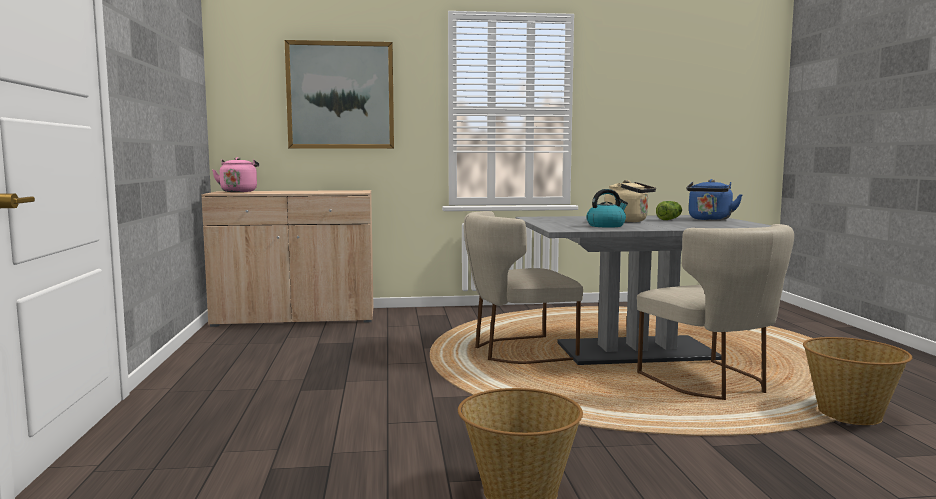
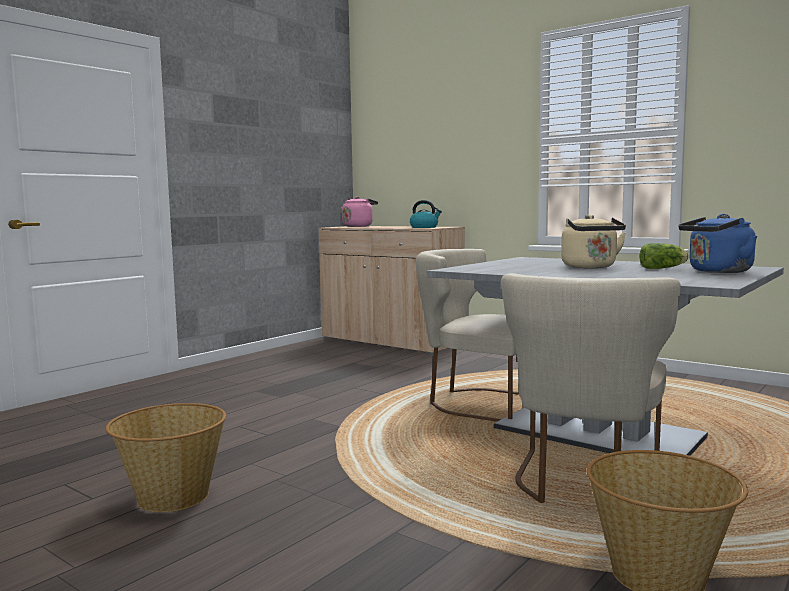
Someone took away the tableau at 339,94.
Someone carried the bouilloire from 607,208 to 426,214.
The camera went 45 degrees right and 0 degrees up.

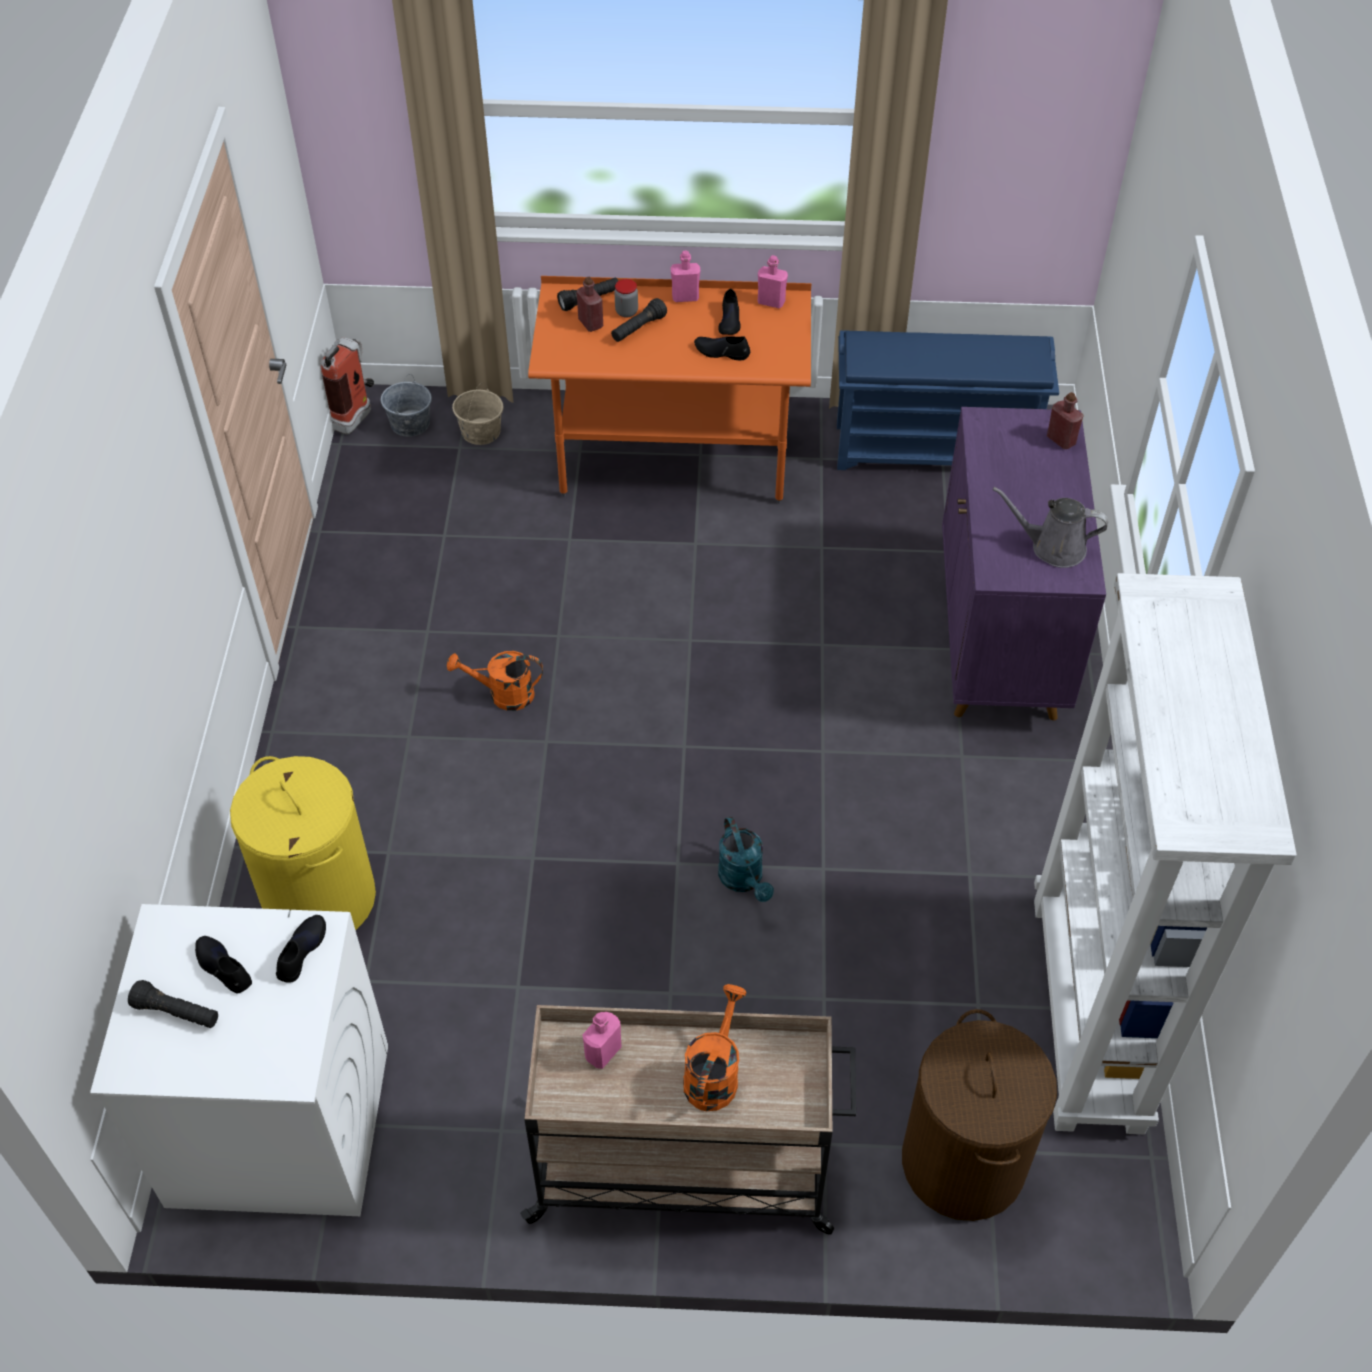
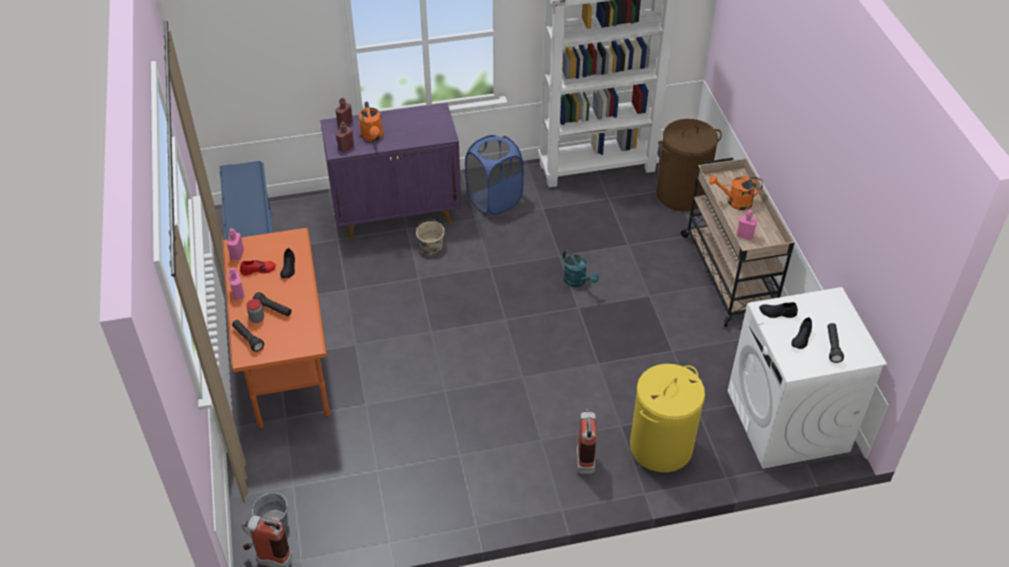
Someone took away the arrosoir (gris) at 1050,527.
Someone put down the panier à linge (bleu) at 494,175.
Someone put down the extincteur at 587,441.
Someone carried the arrosoir (orange) from 495,681 to 371,121.
Someone carried the seau (beige) from 477,413 to 430,236.
Someone carried the bouteille (rouge) from 589,304 to 345,137.
Someone repainted the chaussure (noir) at 729,312, which became the chaussure (rouge) at 258,267.
Someone rotated the arrosoir (turquoise) at 746,859 by 90 degrees clockwise.
The camera went 105 degrees left and 5 degrees down.

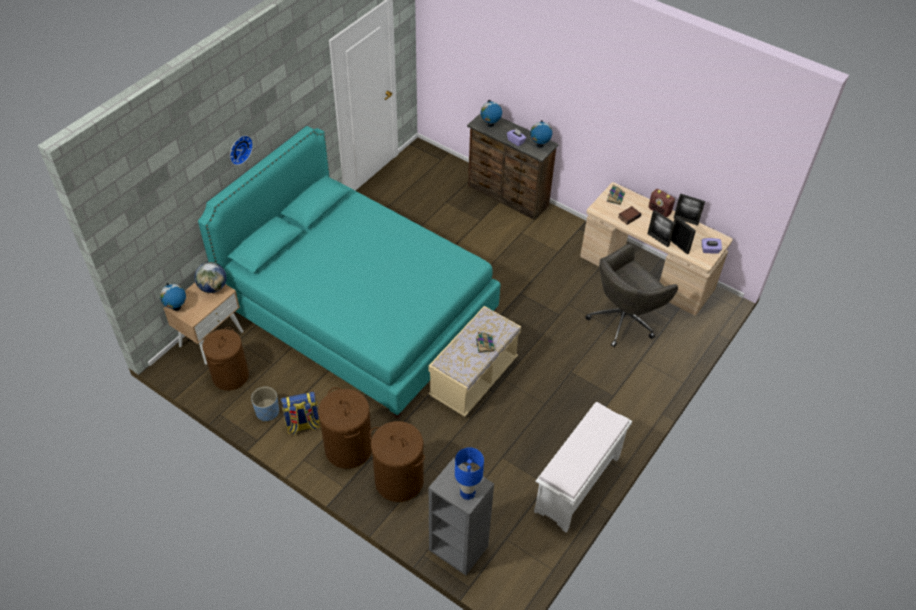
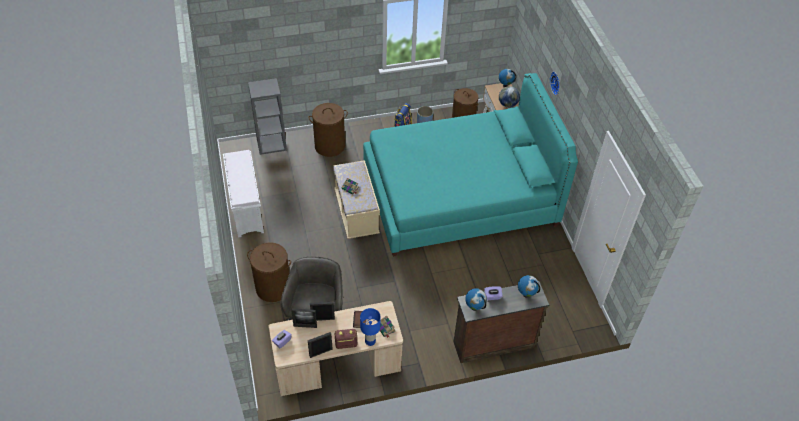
Someone carried the panier à linge (marron) from 345,428 to 269,272.
Someone carried the lampe de table (bleu) from 469,473 to 370,327.
The camera went 130 degrees right and 0 degrees up.

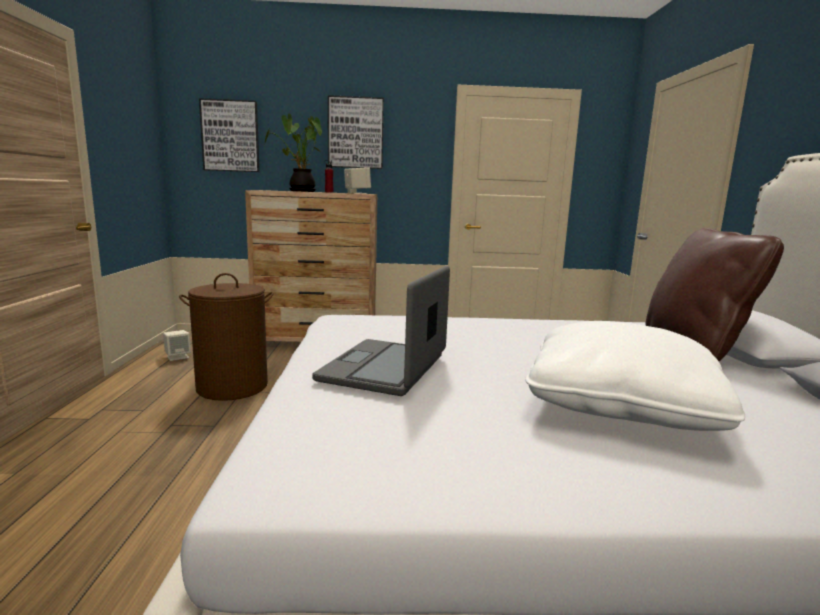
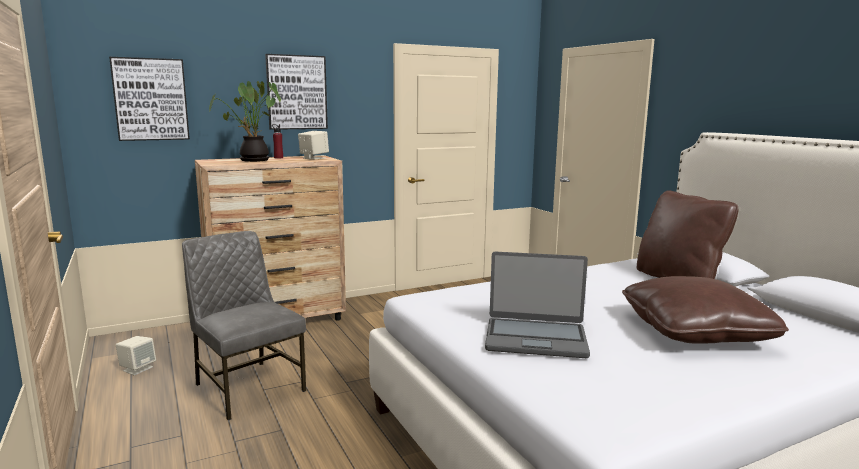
Someone swapped the panier à linge (marron) at 226,337 for the chaise (gris) at 244,325.
Someone repainted the coussin (blanc) at 635,376, which became the coussin (marron) at 705,310.
Someone rotated the ordinateur portable at 381,331 by 75 degrees counterclockwise.
The camera went 25 degrees left and 0 degrees up.

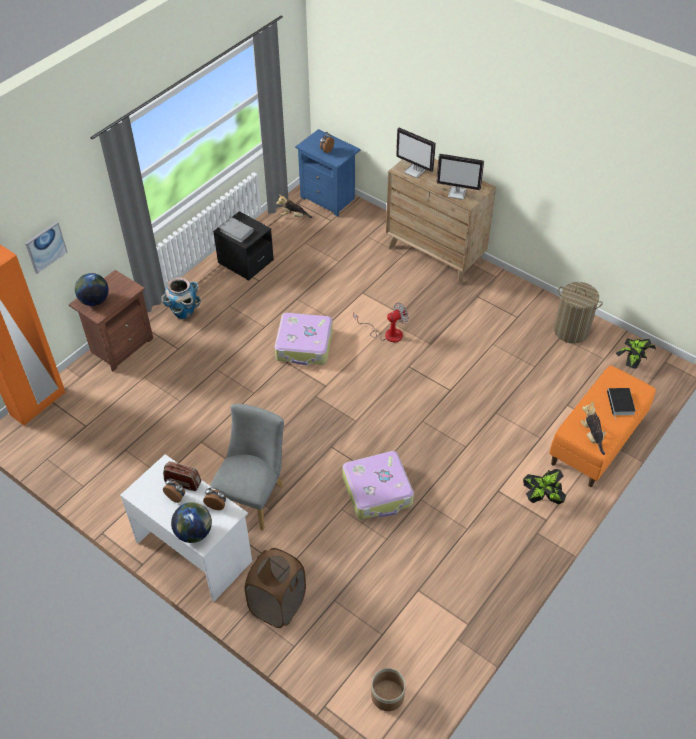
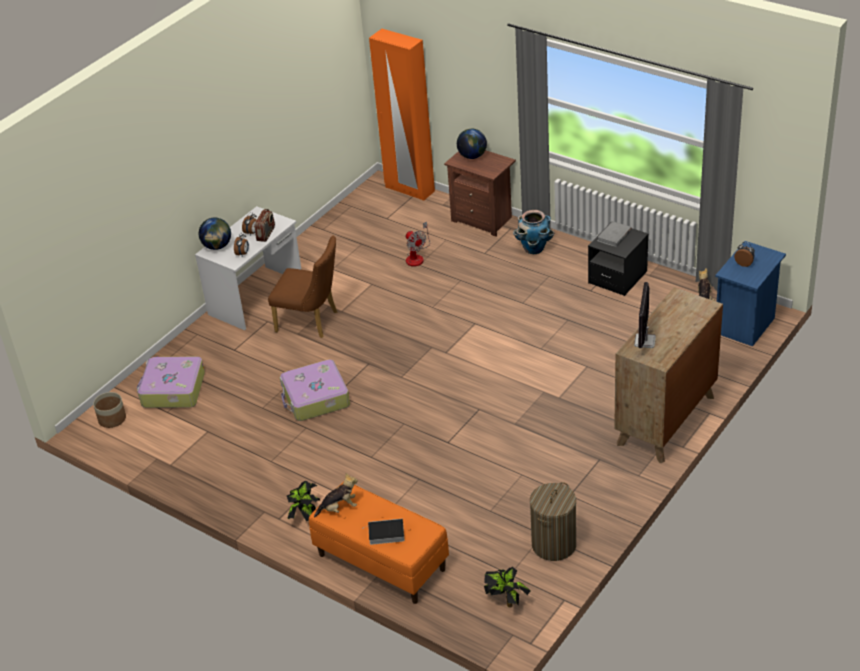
Someone took away the tableau at 46,247.
Someone took away the panier à linge (marron) at 275,588.
Someone took away the écran d'ordinateur at 416,153.
Someone carried the valise from 304,339 to 171,382.
Someone carried the ventilateur from 381,322 to 418,244.
Someone repainted the chaise (gris) at 247,467, which became the chaise (marron) at 302,287.
The camera went 90 degrees right and 10 degrees down.

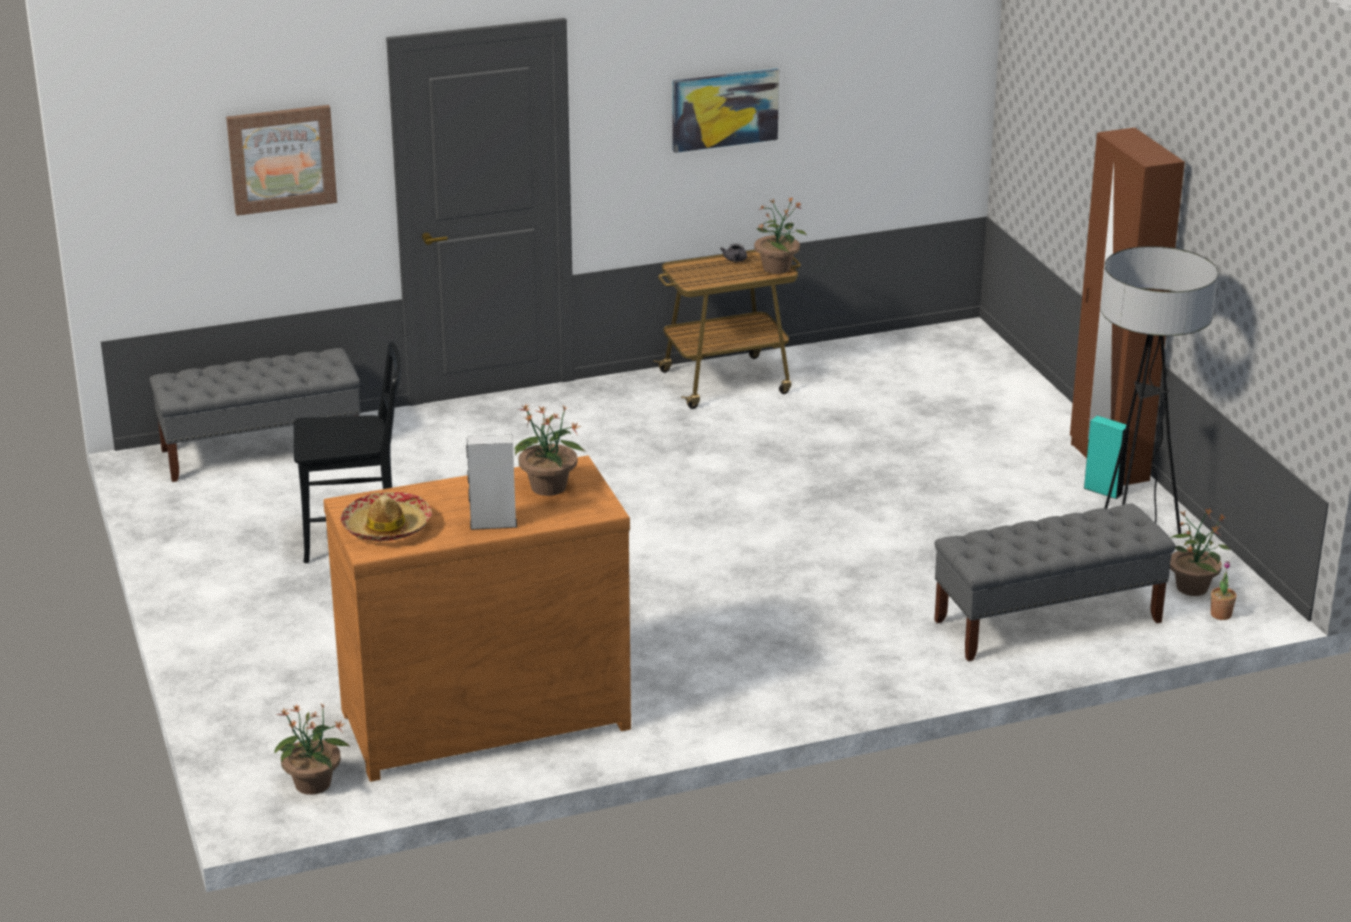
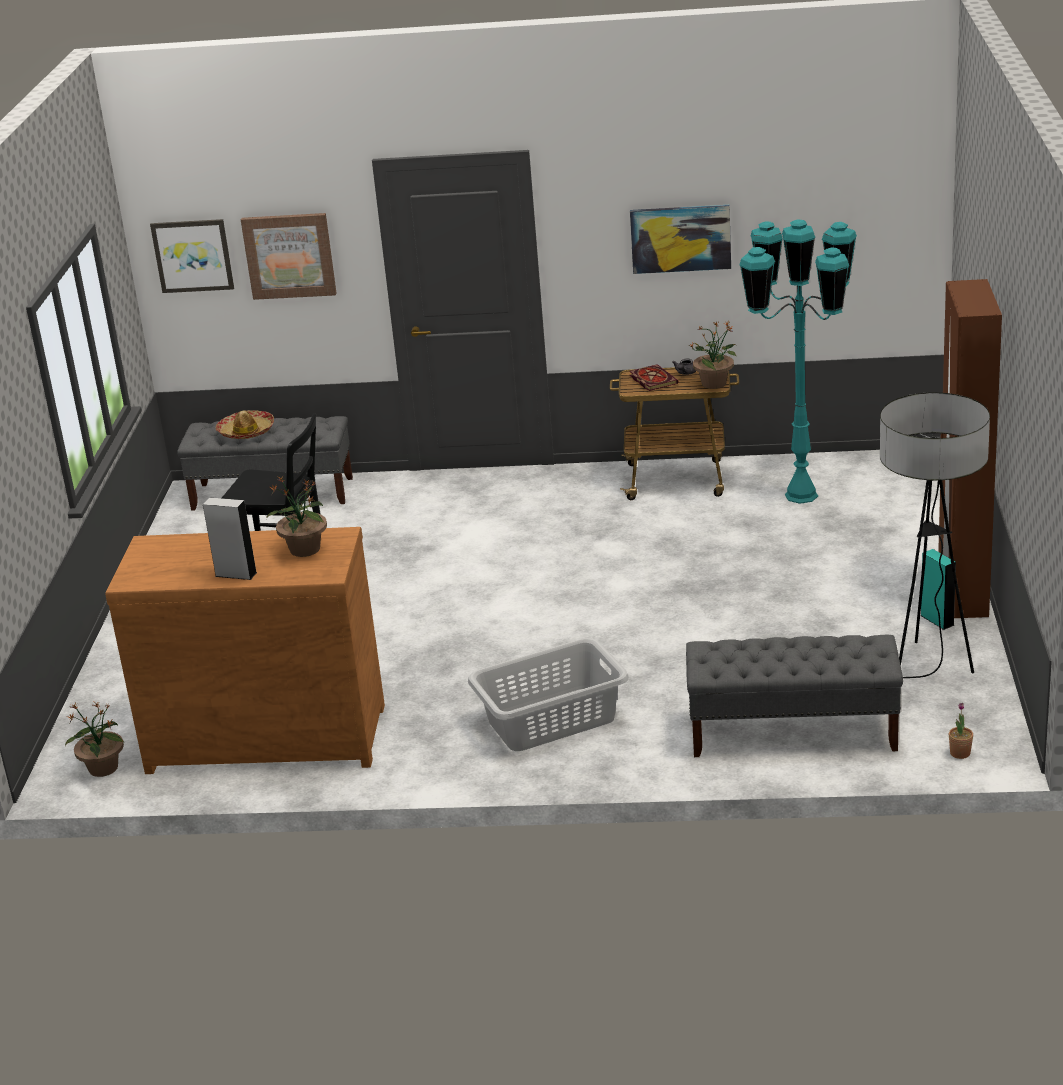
Someone took away the plante en pot at 1200,552.
Someone put up the tableau at 192,256.
Someone put down the panier à linge (gris) at 548,694.
Someone put down the livre at 653,377.
Someone put down the lampadaire (turquoise) at 798,361.
Someone carried the chapeau from 386,516 to 245,424.
The camera went 25 degrees right and 0 degrees up.

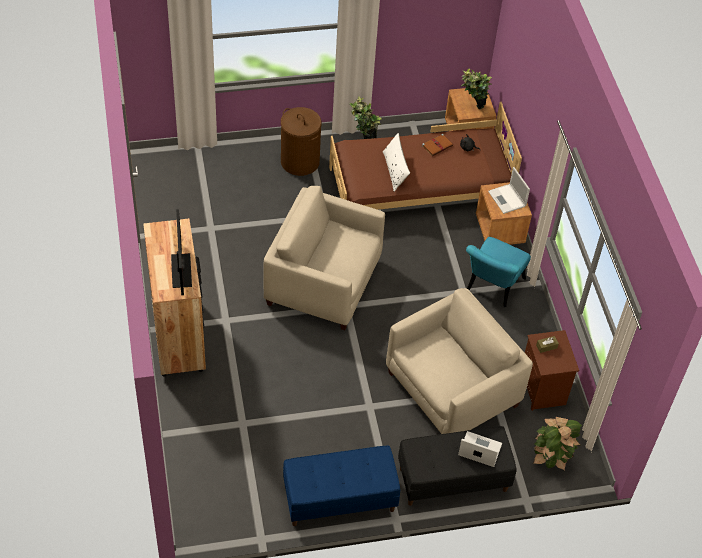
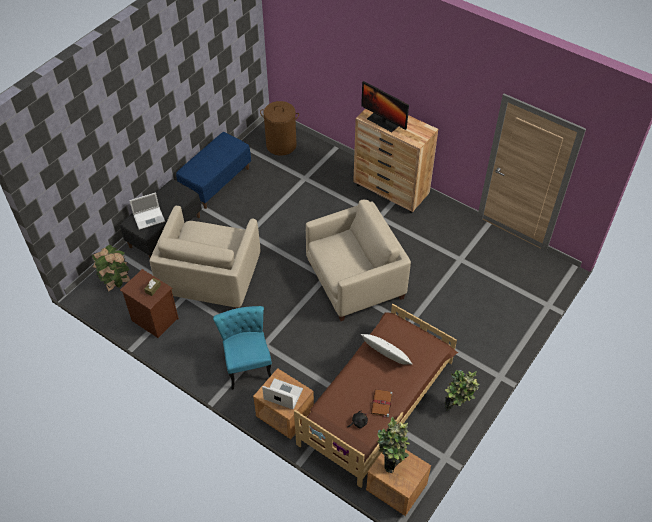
Someone carried the panier à linge (marron) from 301,141 to 279,128.
The camera went 140 degrees right and 0 degrees up.

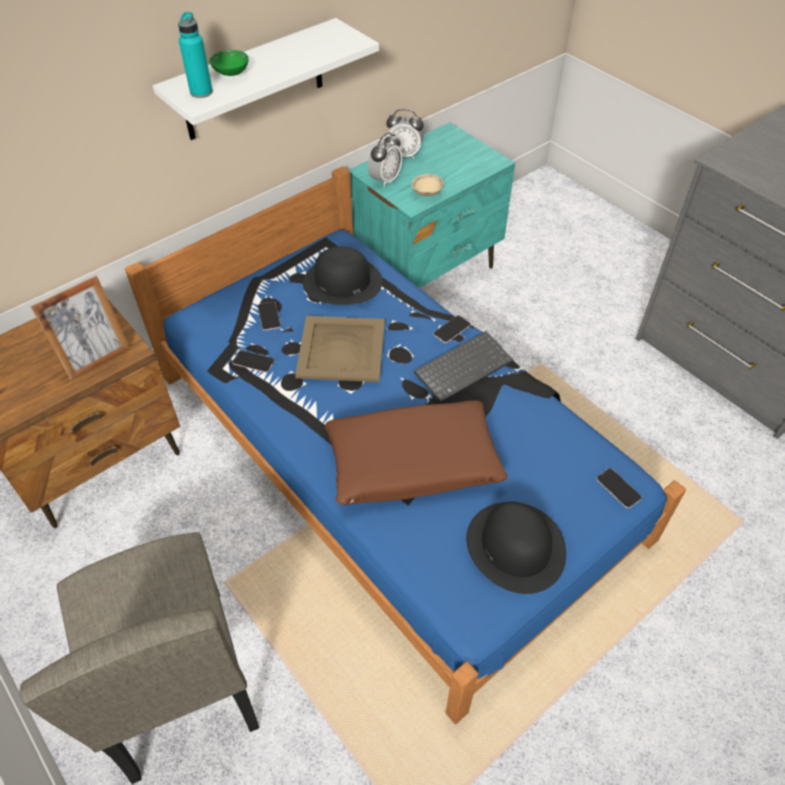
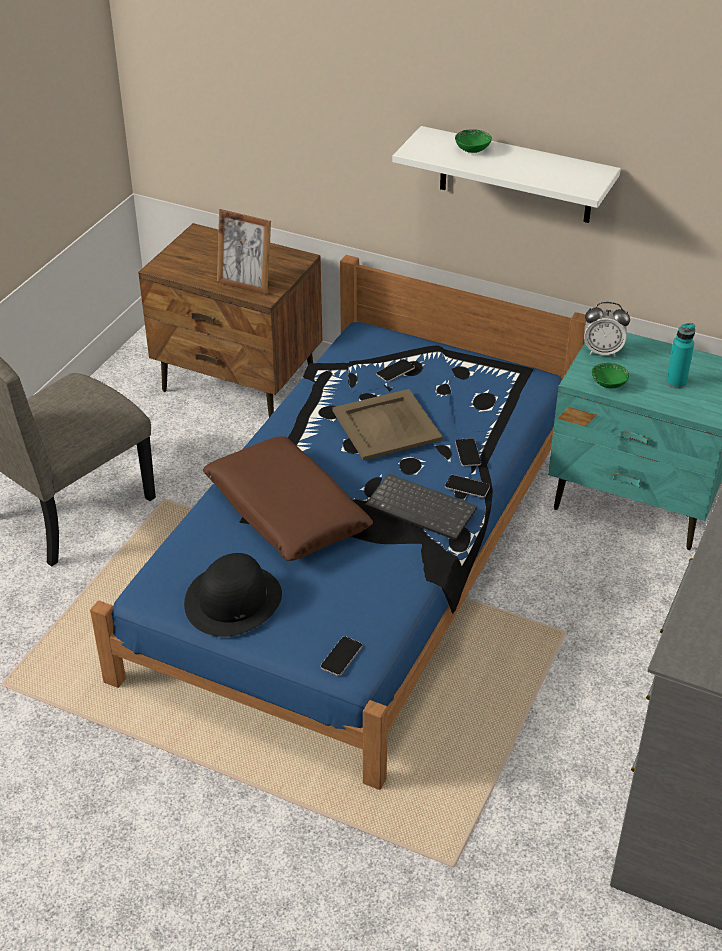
Someone took away the chapeau (noir) at 342,275.
Someone took away the réveil at 405,134.
Someone carried the bouteille (turquoise) from 195,55 to 680,356.
Someone carried the téléphone from 253,361 to 468,452.
Someone repainted the bol (beige) at 428,185, which became the bol (vert) at 610,376.
The camera went 65 degrees right and 10 degrees down.

